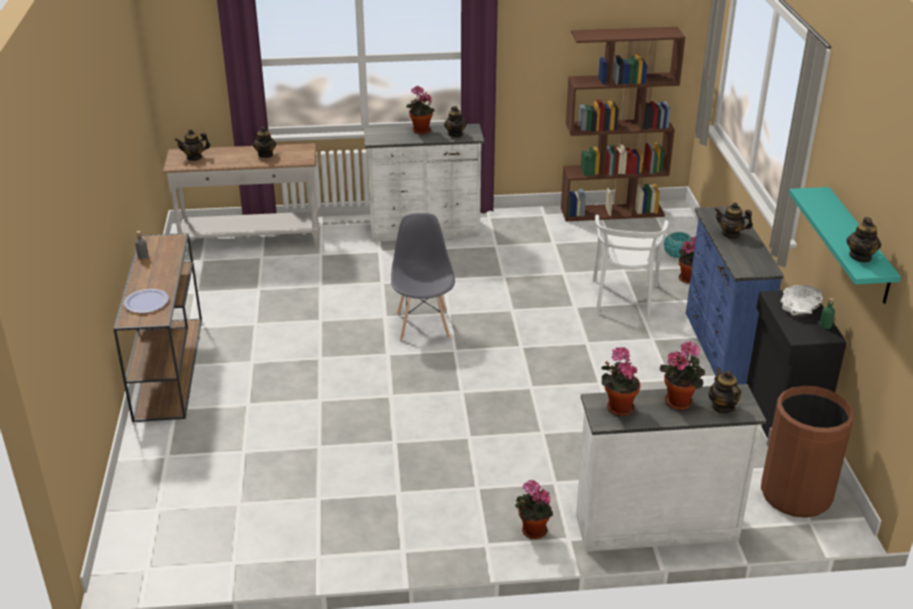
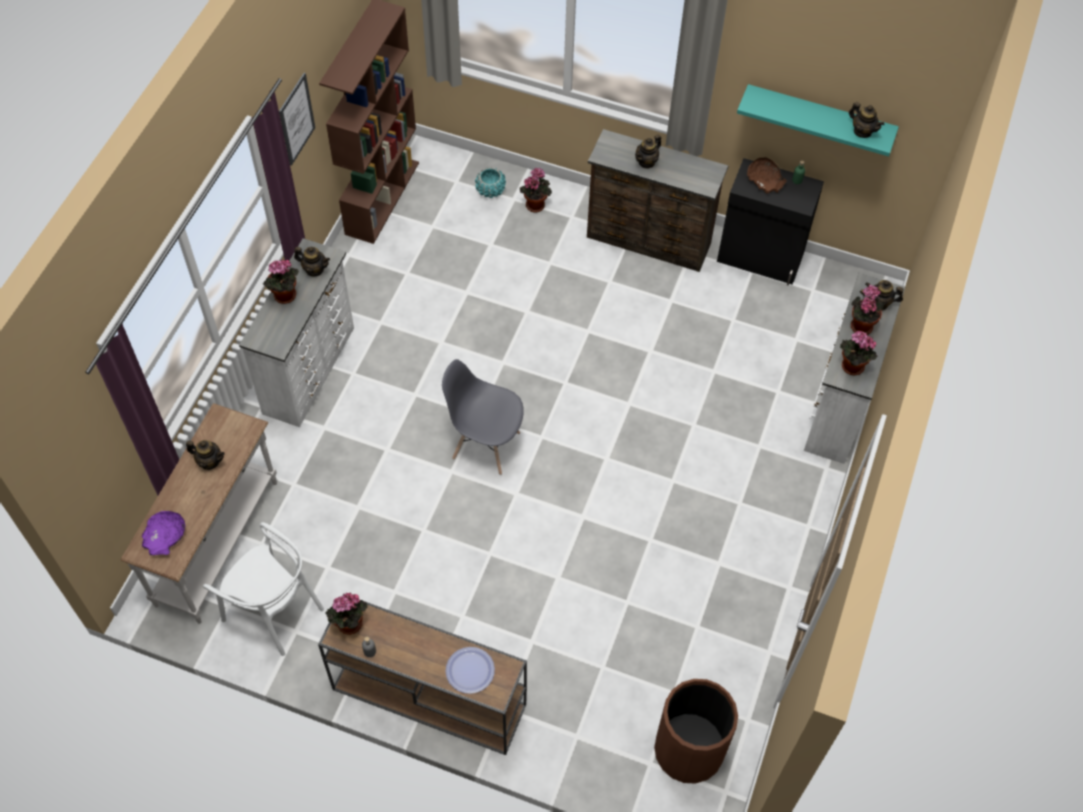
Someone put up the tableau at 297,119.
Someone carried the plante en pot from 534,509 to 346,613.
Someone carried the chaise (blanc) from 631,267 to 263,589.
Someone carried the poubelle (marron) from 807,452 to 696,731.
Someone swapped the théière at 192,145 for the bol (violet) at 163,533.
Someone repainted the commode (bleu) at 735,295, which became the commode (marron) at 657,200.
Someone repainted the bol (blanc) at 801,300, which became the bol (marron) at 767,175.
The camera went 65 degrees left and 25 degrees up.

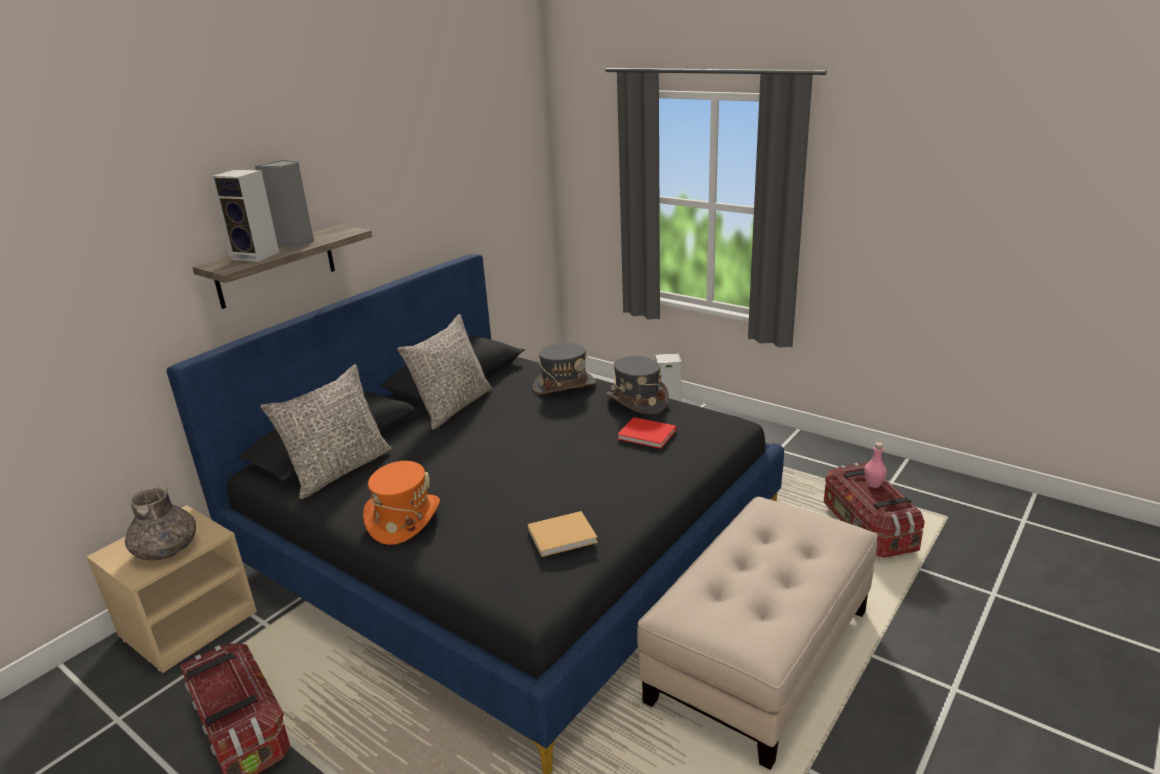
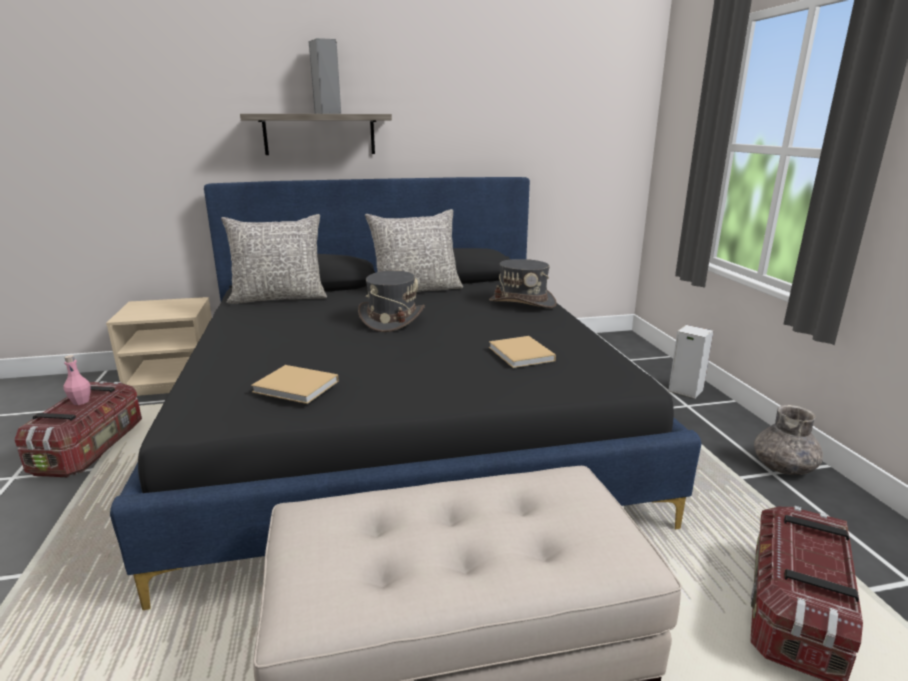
Someone took away the enceinte at 245,216.
Someone took away the chapeau (orange) at 401,503.
Someone carried the vase (gris) from 160,523 to 788,440.
Someone carried the chapeau (gris) from 637,385 to 391,301.
Someone carried the bouteille (rose) from 875,465 to 77,380.
Someone repainted the livre (rouge) at 646,433, which became the livre (beige) at 522,352.
The camera went 40 degrees right and 5 degrees down.

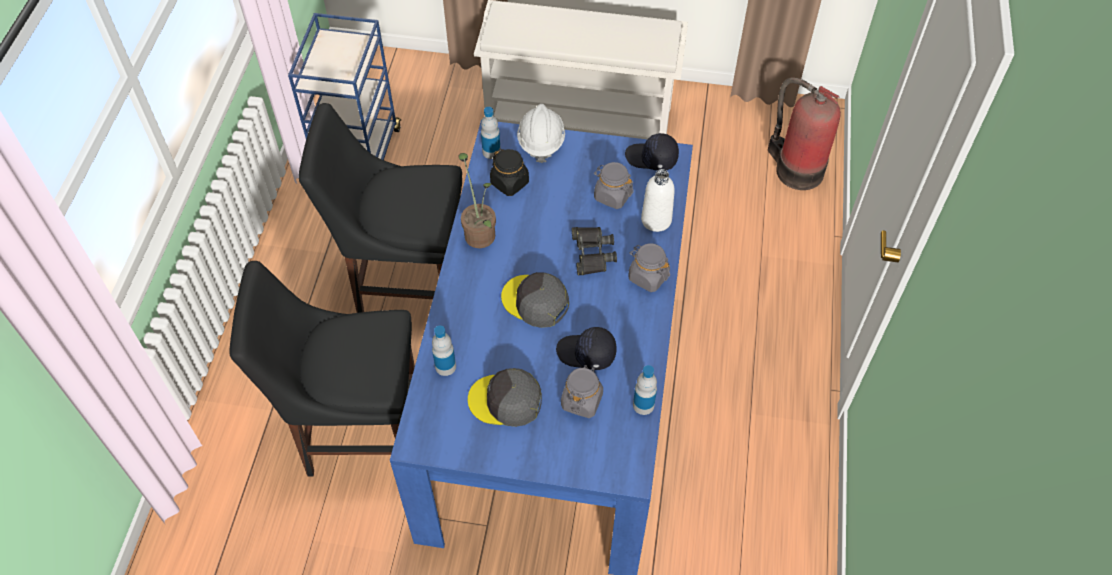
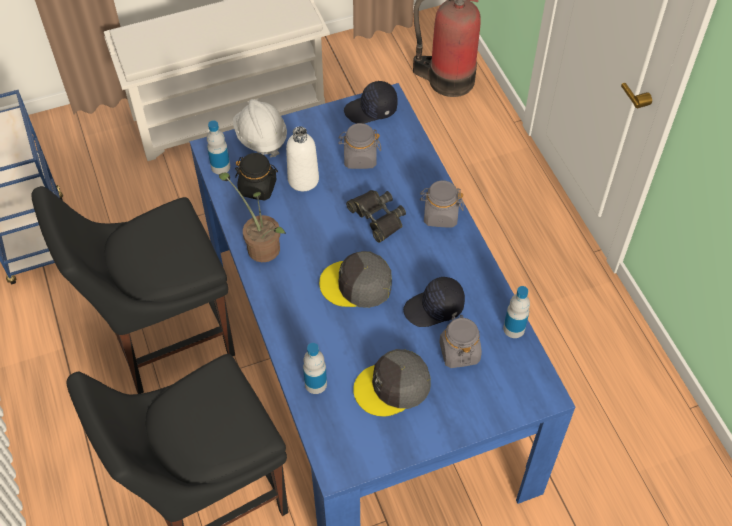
Someone carried the bouteille (blanc) from 658,200 to 302,158.
The camera went 30 degrees left and 0 degrees up.

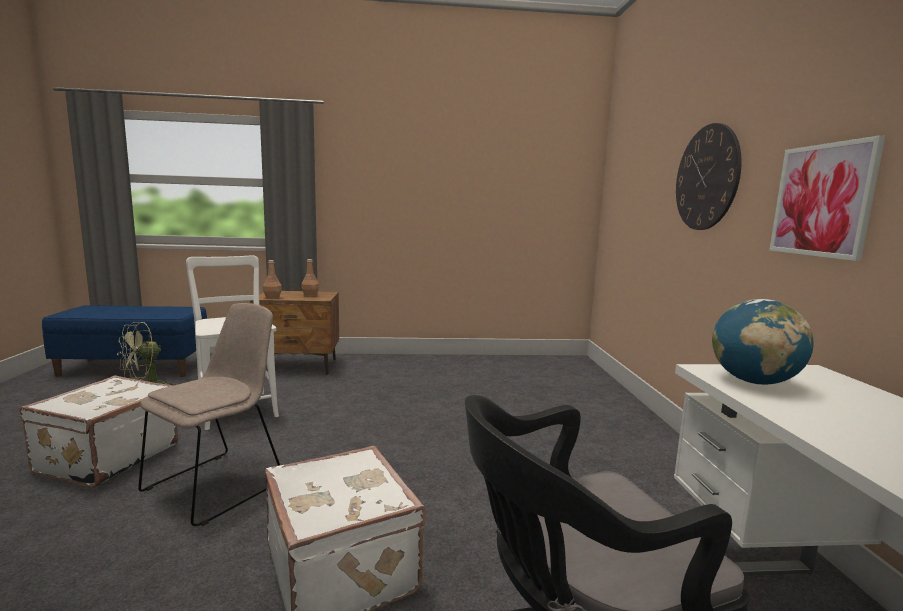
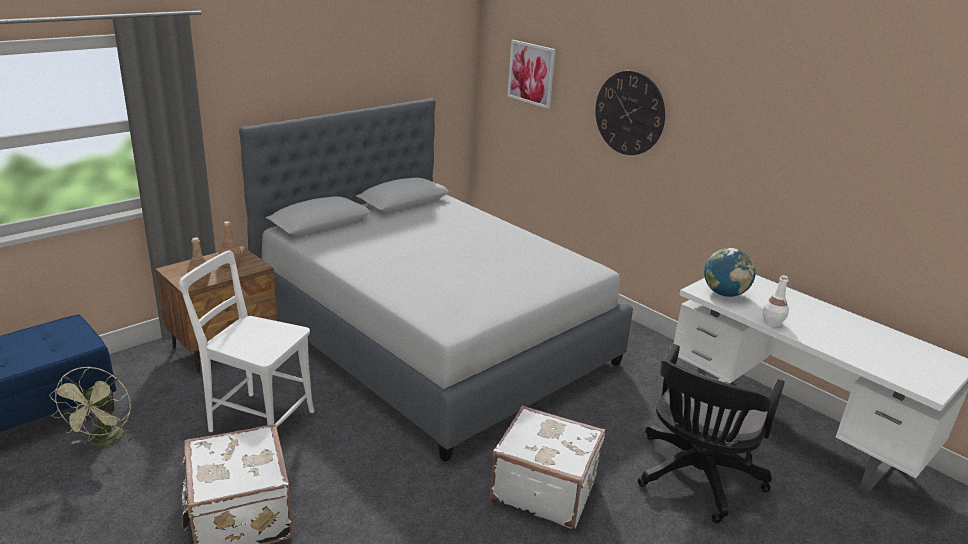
Someone took away the chaise (beige) at 209,414.
Someone put down the lit (gris) at 436,280.
Someone put down the bouteille (blanc) at 775,301.
Someone carried the tableau from 827,198 to 531,74.
The camera went 40 degrees left and 15 degrees up.

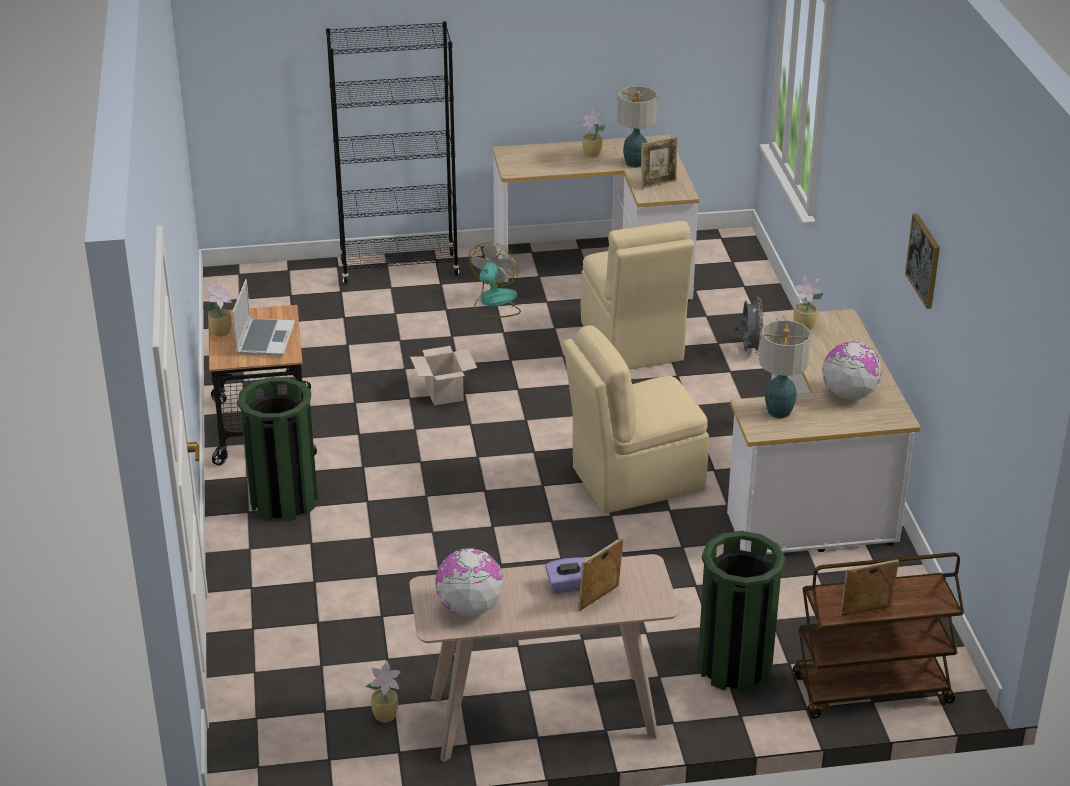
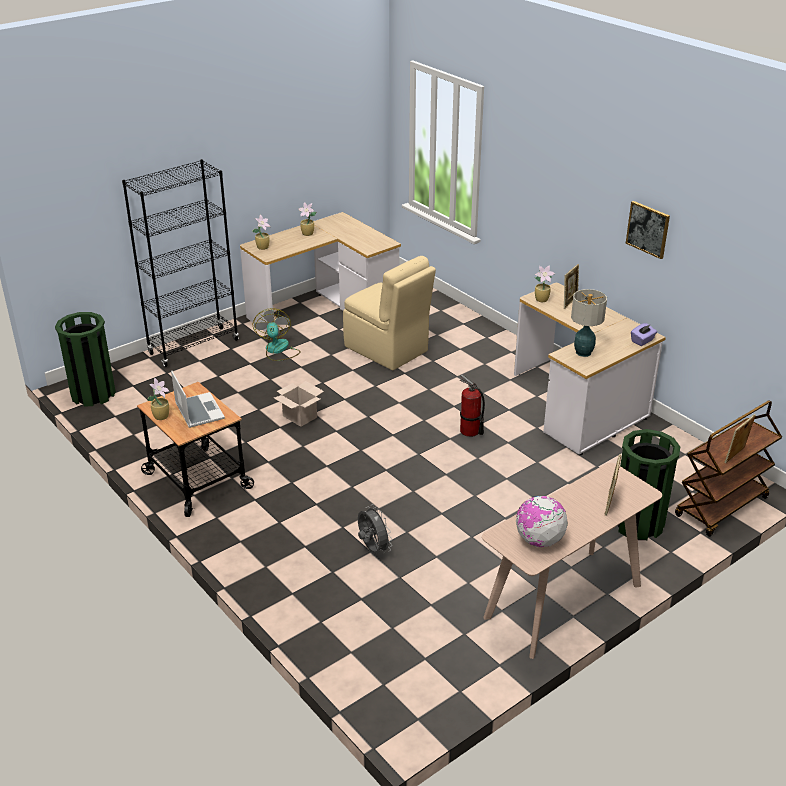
Someone took away the lampe de table at 637,127.
Someone took away the globe at 852,371.
Someone carried the poubelle (vert) from 278,449 to 85,359.
Someone carried the plante en pot from 383,691 to 261,232.
Someone carried the boîte à mouchoirs (violet) from 565,575 to 644,334.
Someone carried the cadre photo from 659,163 to 571,286.
Someone carried the ventilateur (gris) from 749,326 to 375,529.
Someone swapped the chaise (beige) at 636,419 for the extincteur at 472,405.
The camera went 30 degrees left and 0 degrees up.

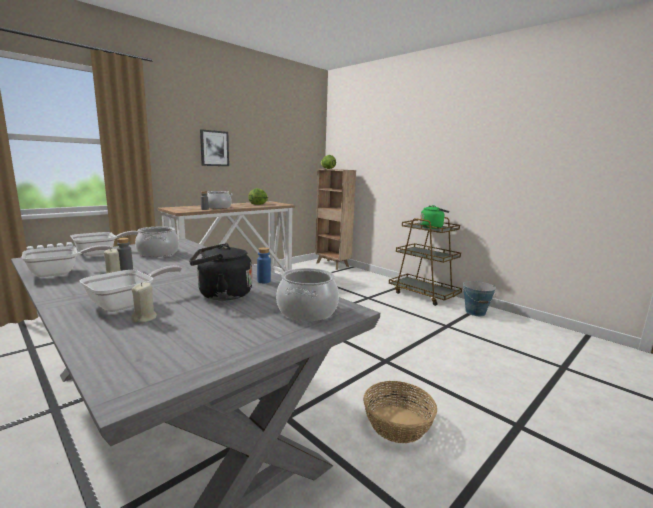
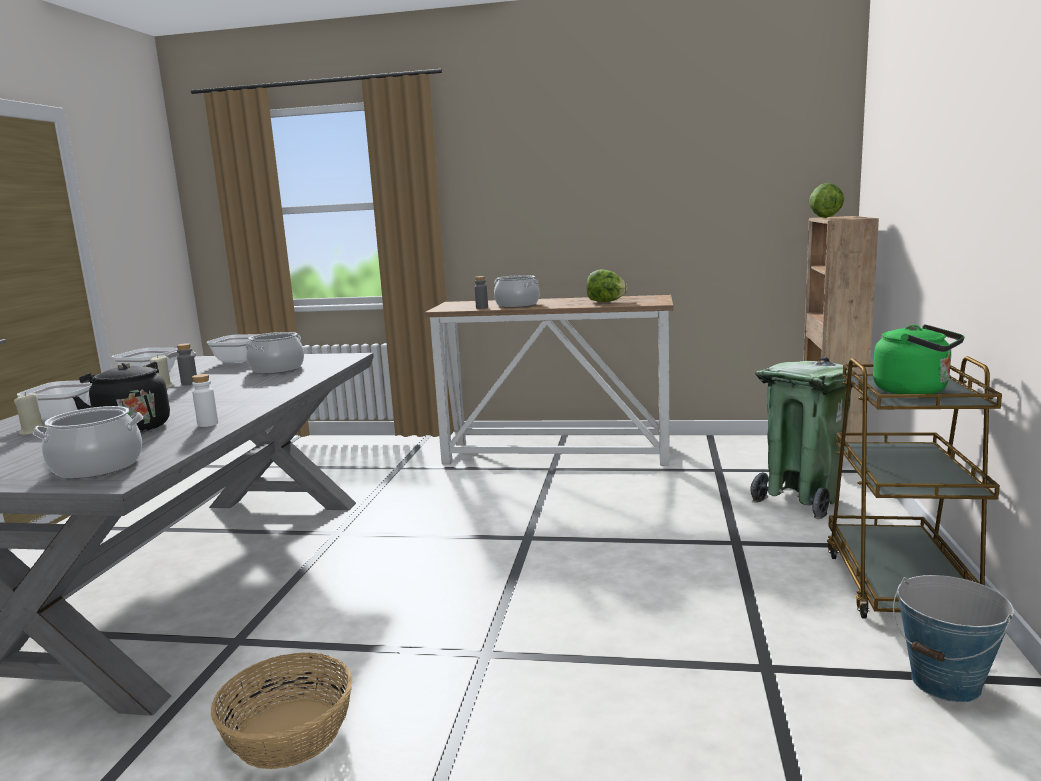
Someone took away the tableau at 214,147.
Someone put down the poubelle (vert) at 802,438.
Someone repainted the bouteille (bleu) at 264,265, which became the bouteille (blanc) at 205,400.
The camera went 55 degrees right and 0 degrees up.

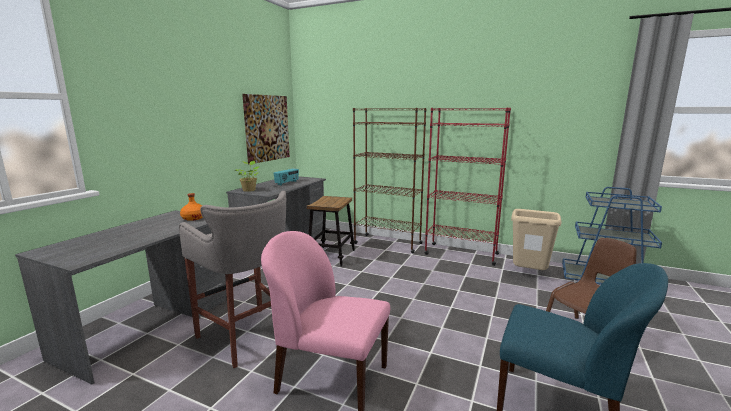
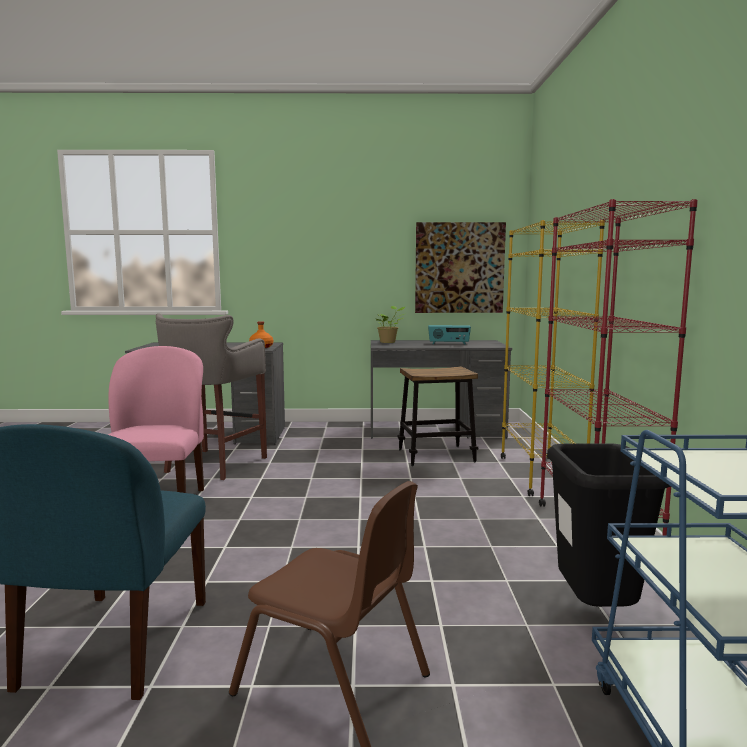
Someone repainted the bibliothèque (marron) at 390,180, which became the bibliothèque (jaune) at 553,358.
Someone repainted the poubelle (beige) at 536,239, which became the poubelle (noir) at 608,525.
The camera went 65 degrees right and 5 degrees down.

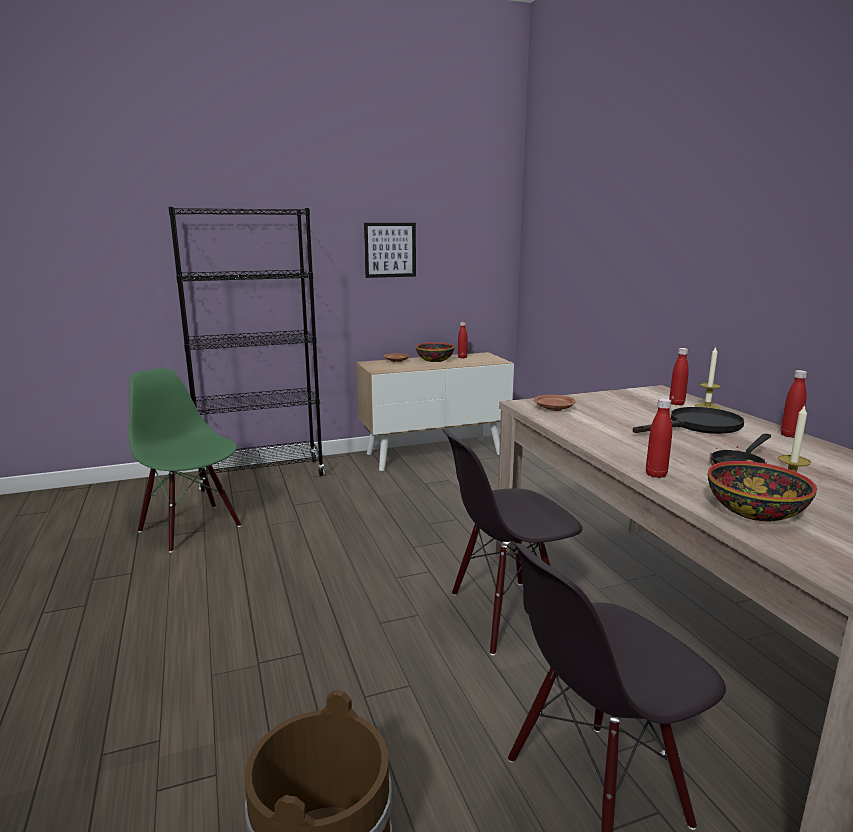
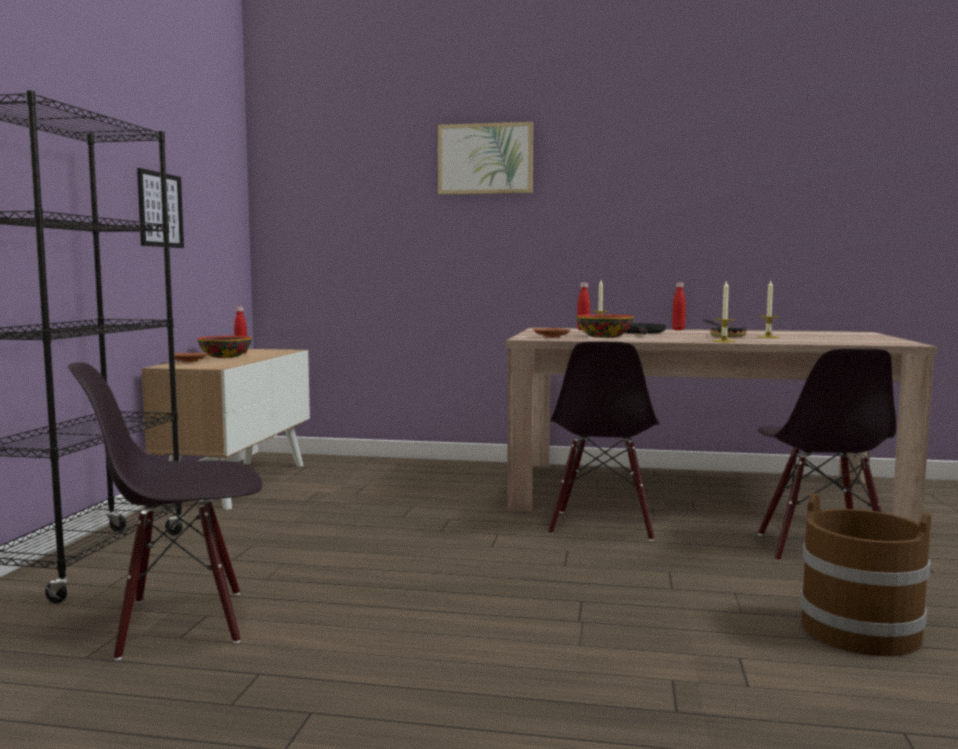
Someone put up the tableau at 485,158.
Someone carried the bol from 762,491 to 605,326.
Someone swapped the bouteille (rouge) at 659,438 for the bougie at 724,311.
Someone repainted the chaise (vert) at 185,460, which became the chaise (noir) at 165,511.
The camera went 60 degrees left and 10 degrees down.

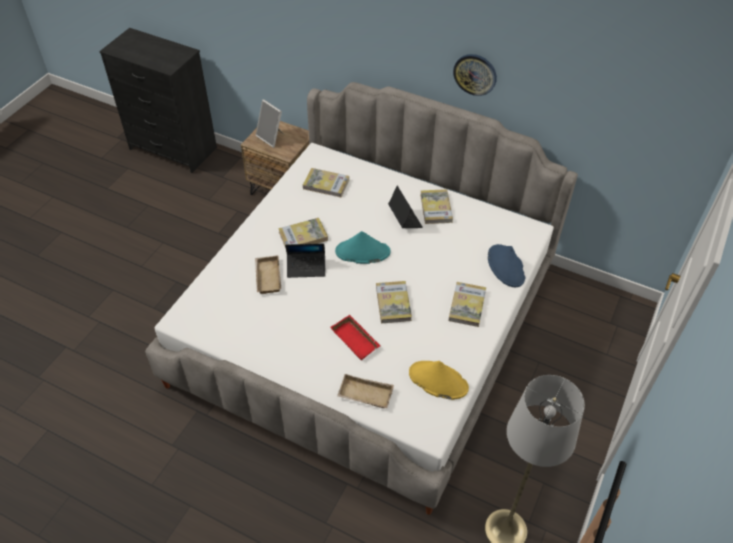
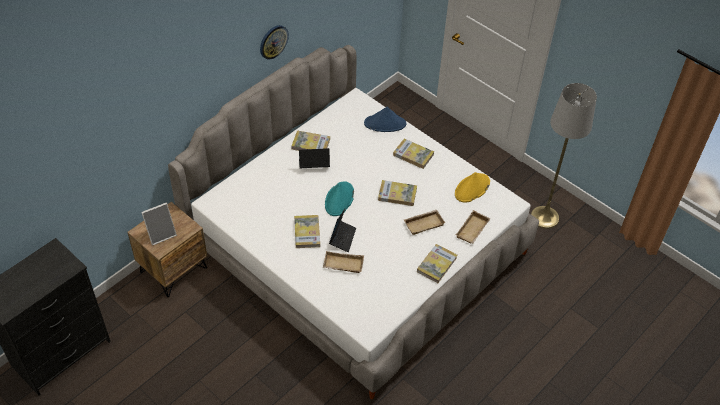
Someone carried the livre from 326,182 to 437,263.
Someone repainted the plateau (rouge) at 355,337, which became the plateau (beige) at 424,222.
The camera went 75 degrees left and 0 degrees up.

